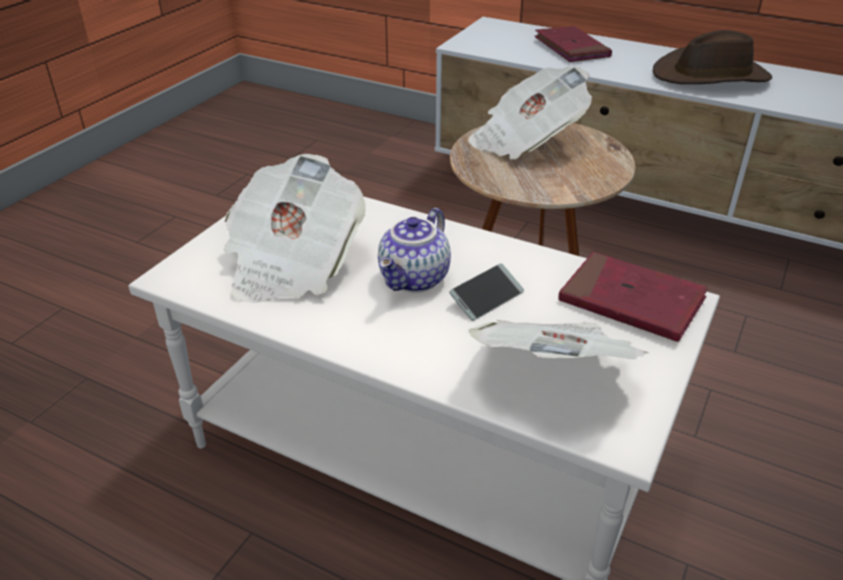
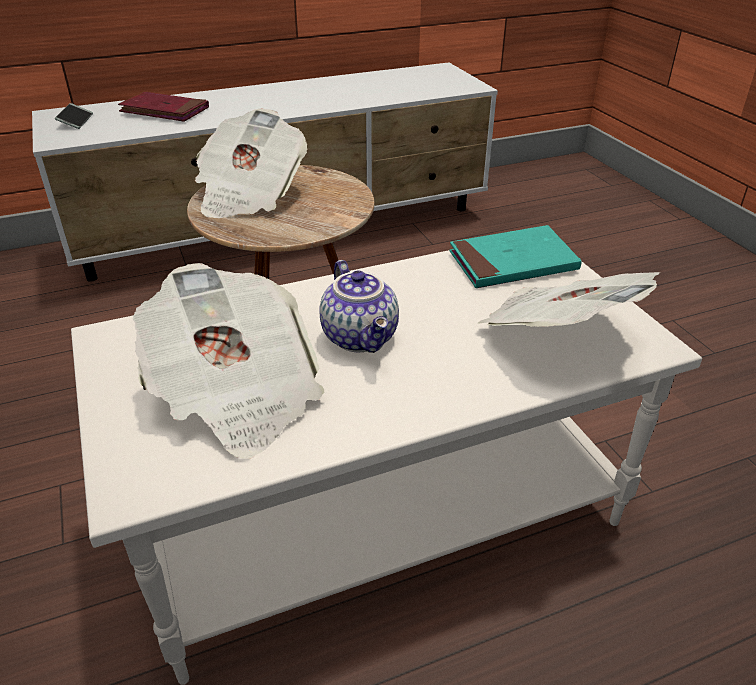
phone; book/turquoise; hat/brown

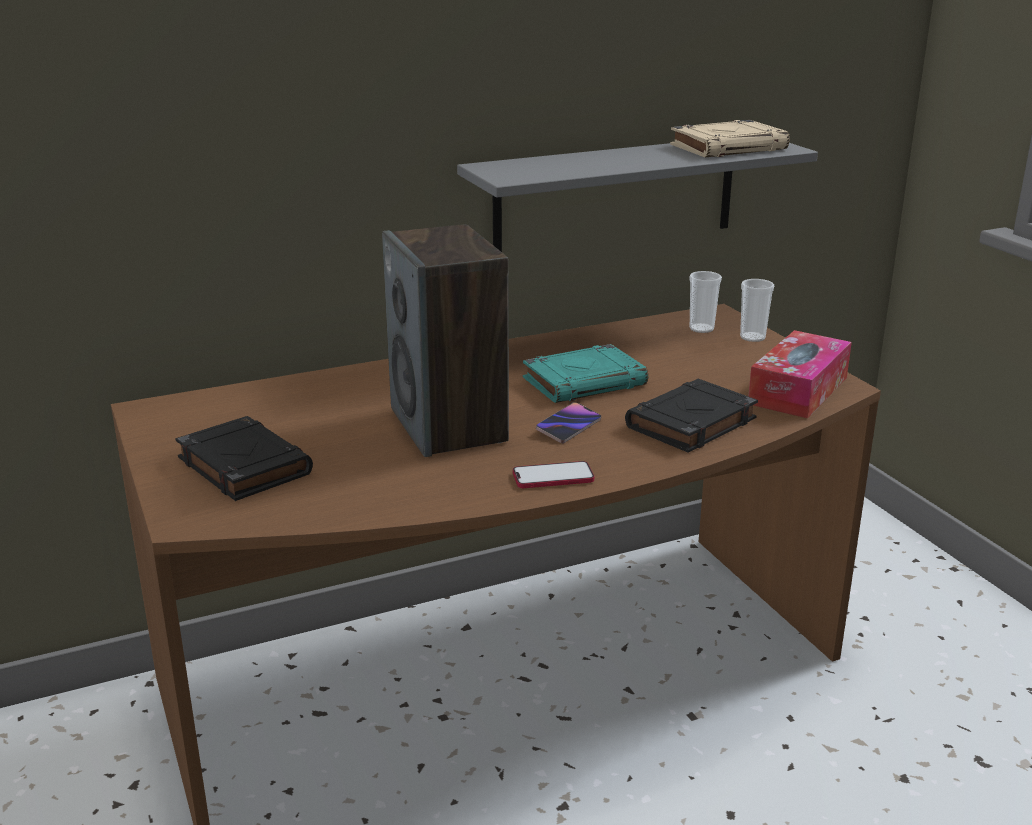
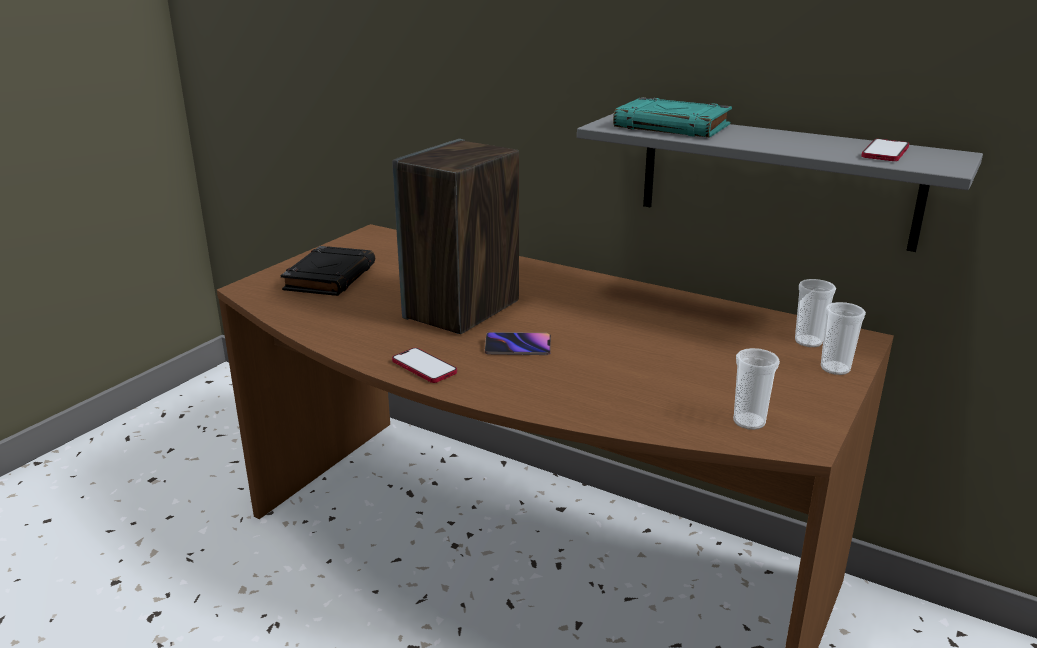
book/turquoise; cup (1st from left); phone (3rd from left); book/black (2nd from left in the first image)

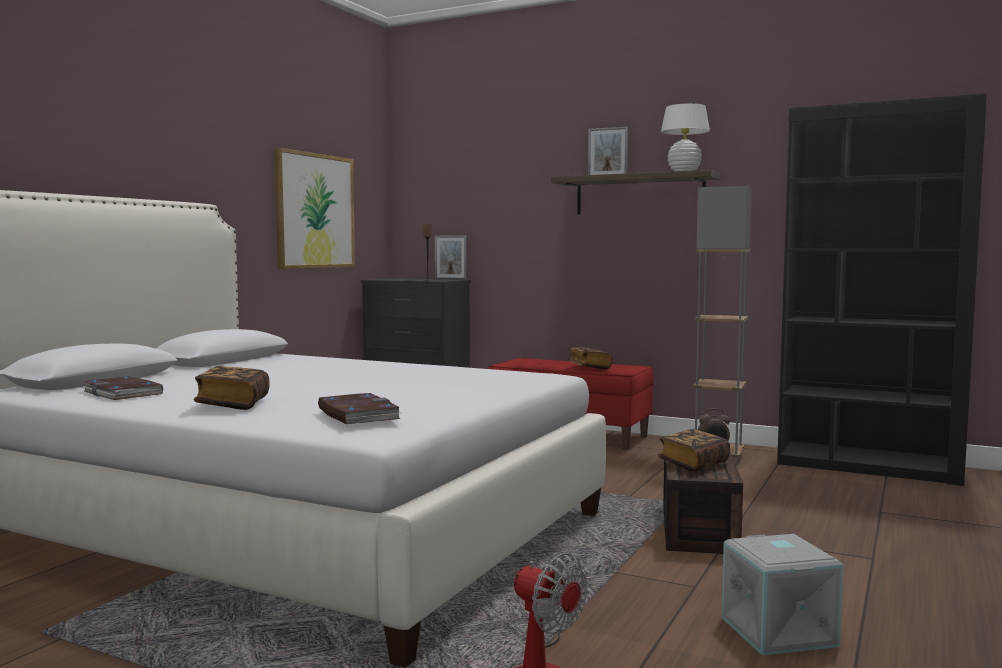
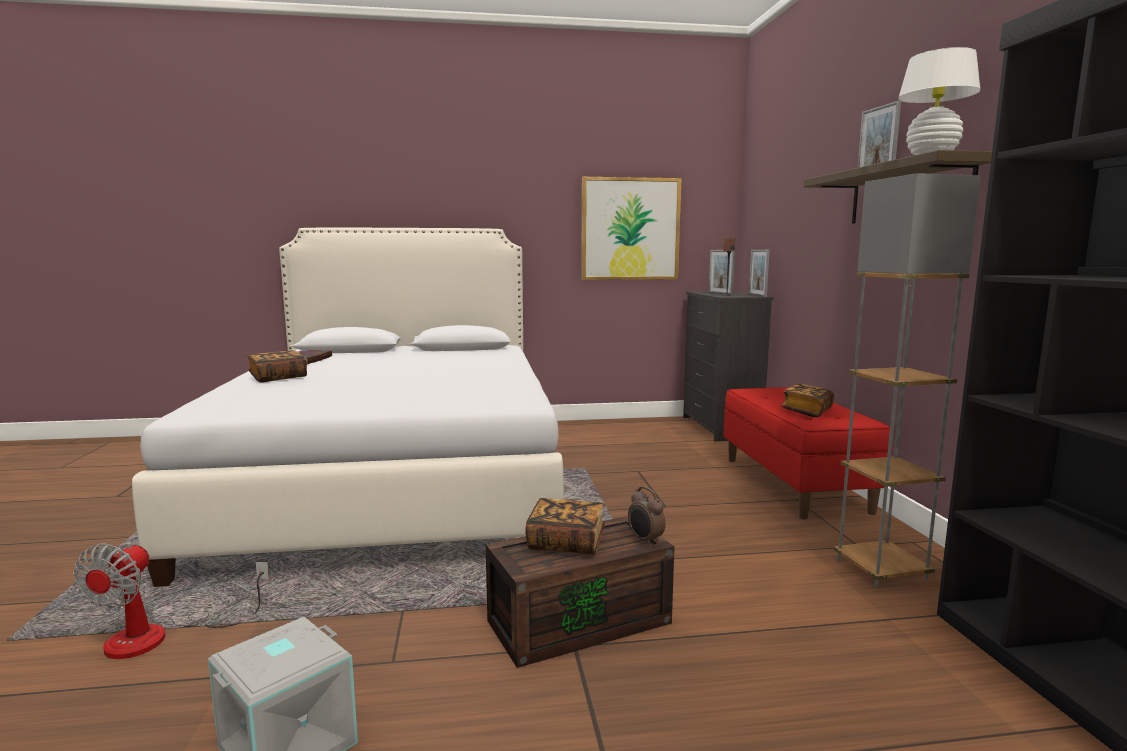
picture frame (1st from left); book (3rd from left in the first image)

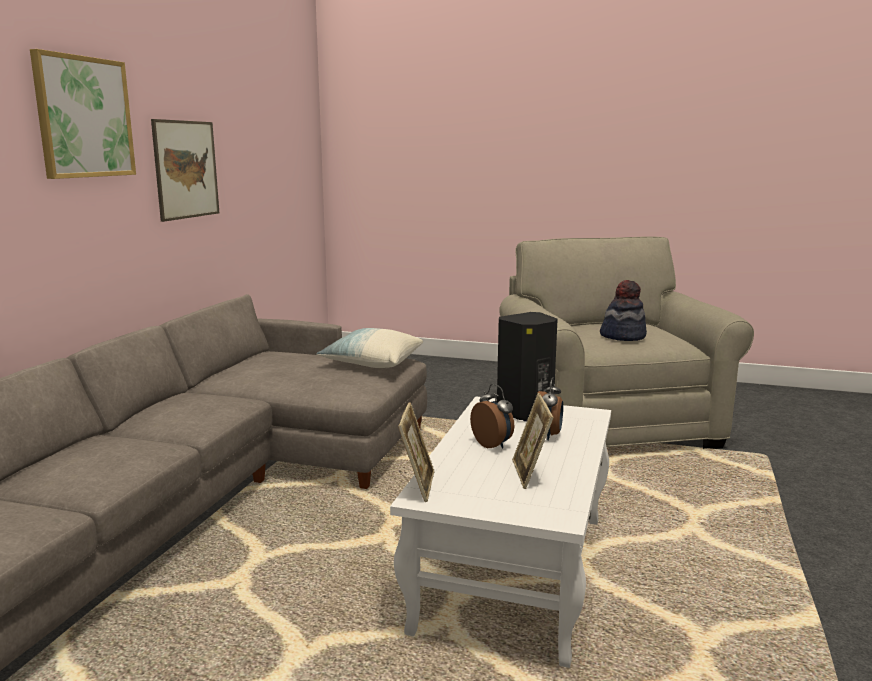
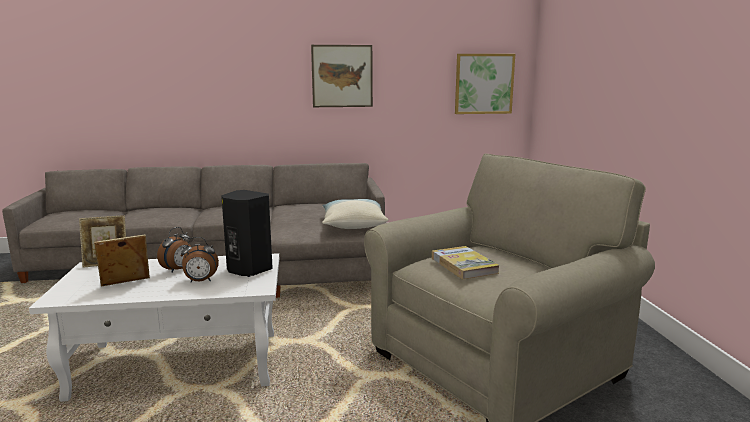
book; picture (2nd from left)

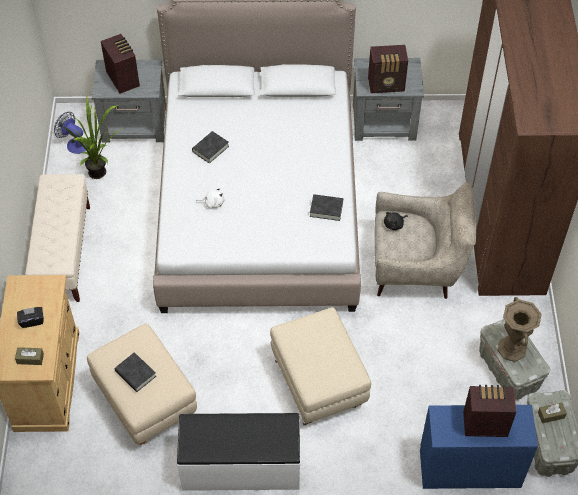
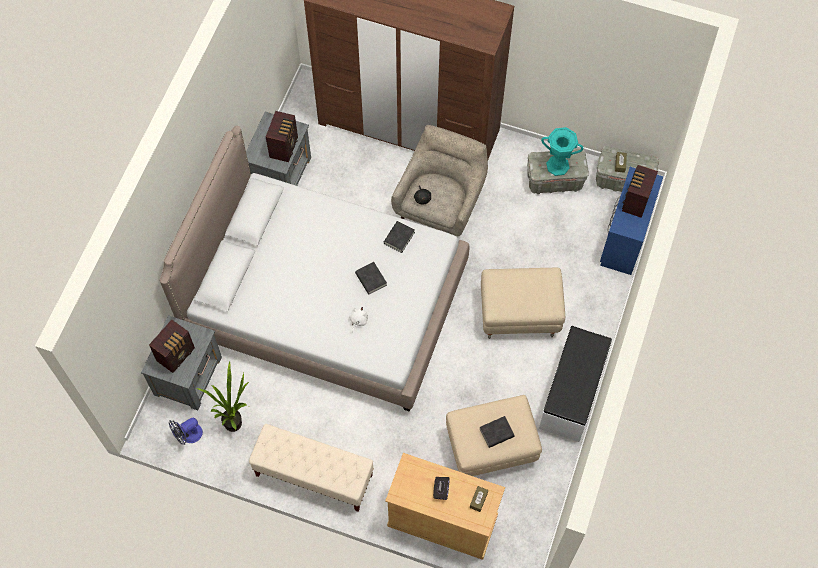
radio (1st from left); book/black (1st from left); vase/turquoise

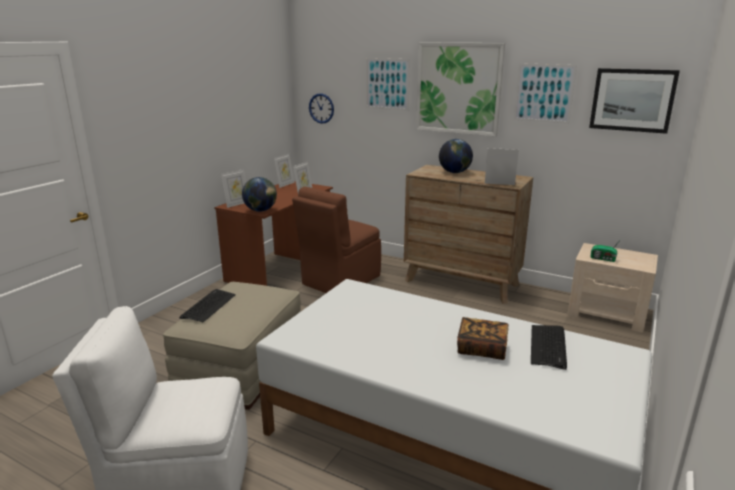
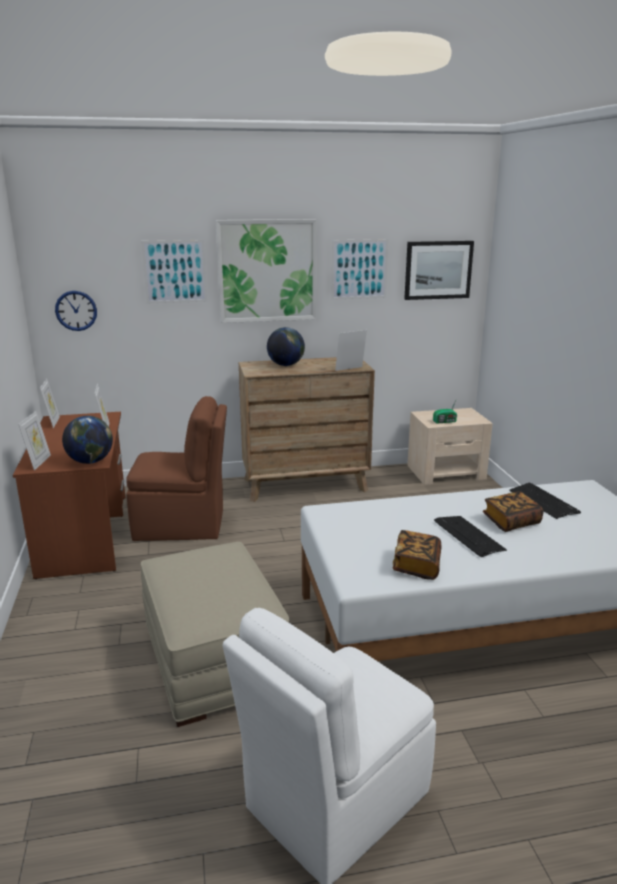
chair/brown; book (1st from left); keyboard (1st from left)

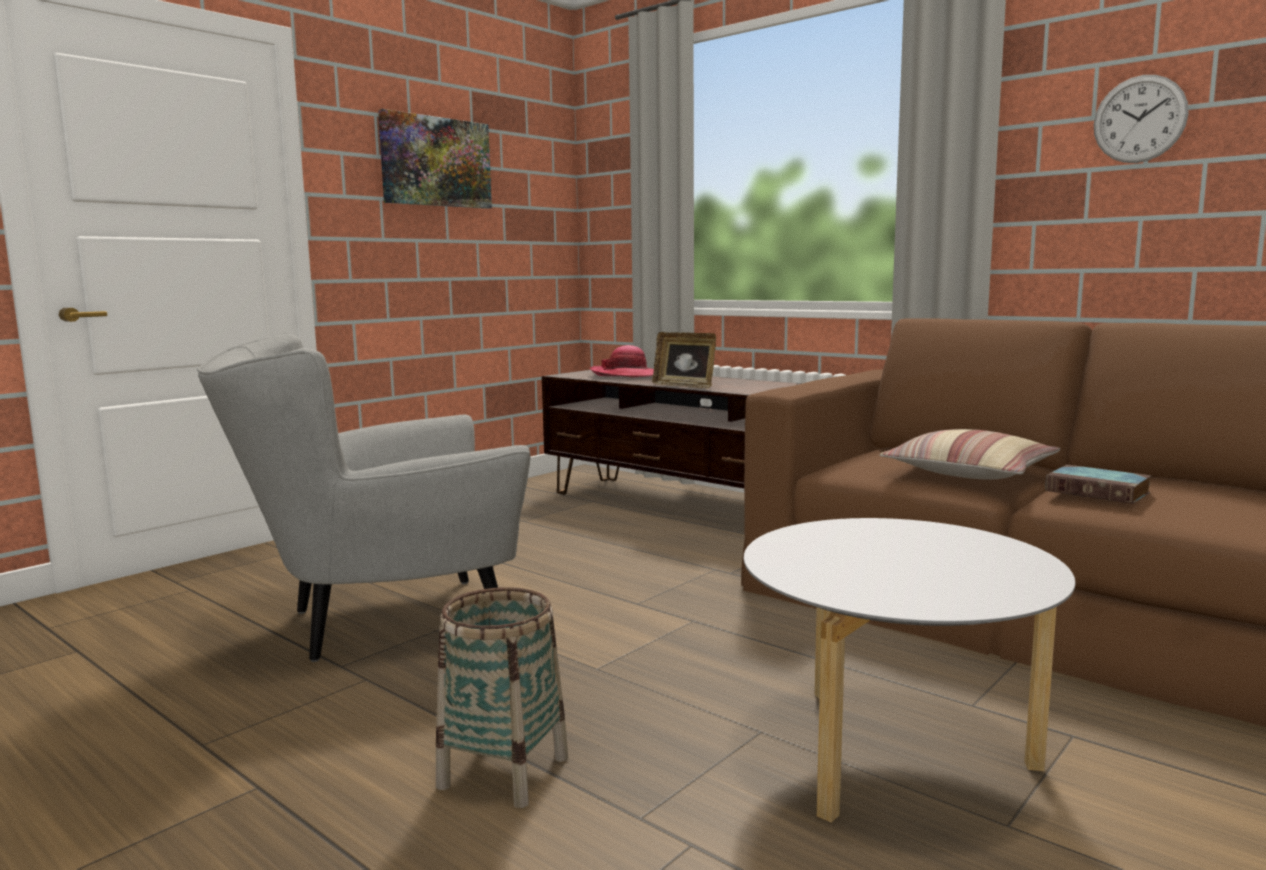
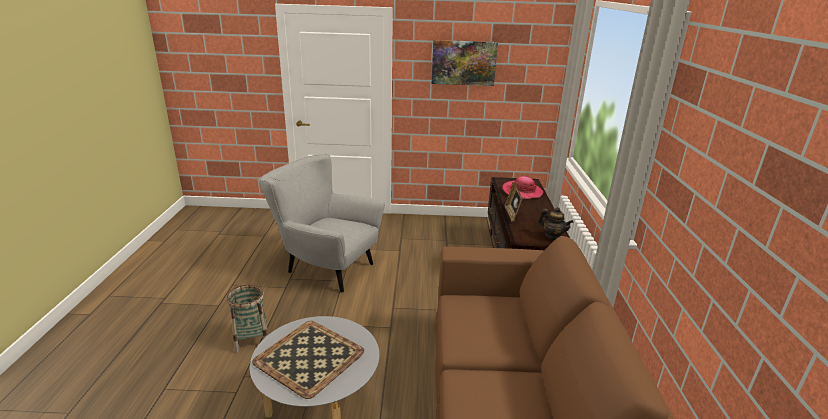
tray; teapot; pillow; book; wall clock

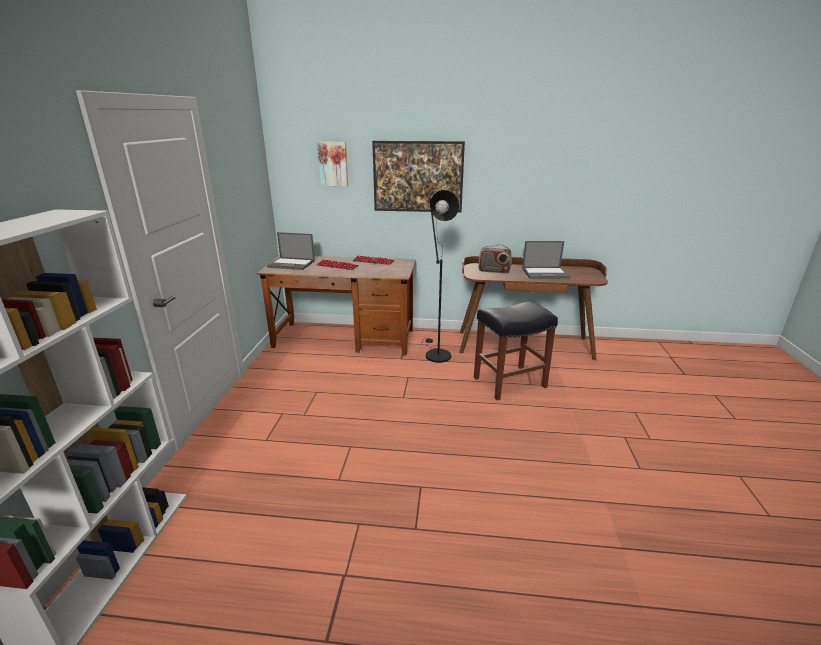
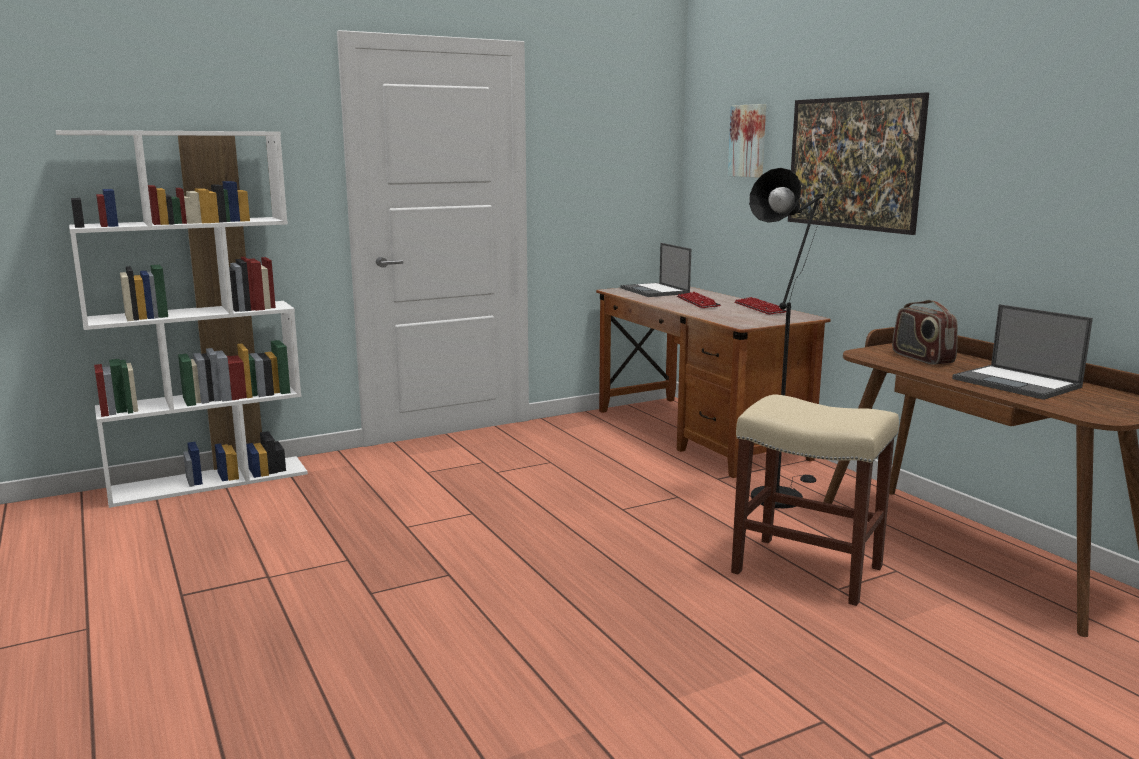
stool/beige

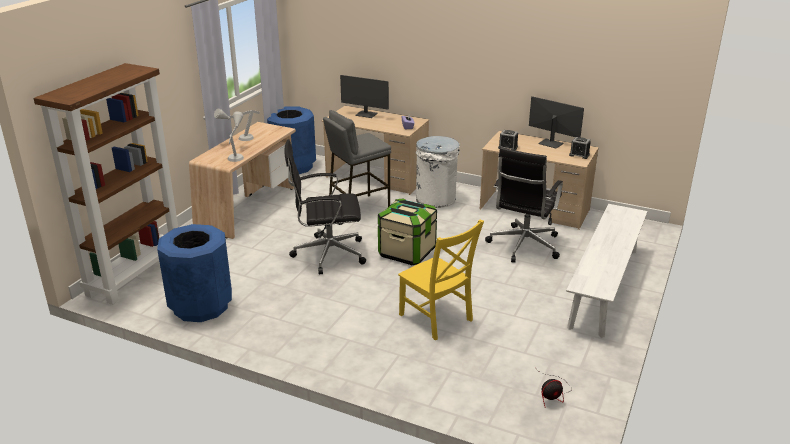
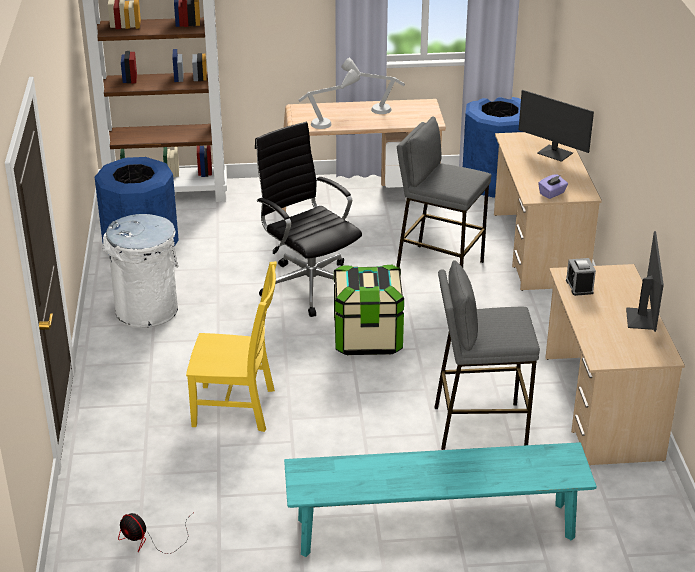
trash can/white; chair/yellow; bench/turquoise; stool/grey (2nd from left); monitor (1st from left); alarm clock (2nd from left in the first image)

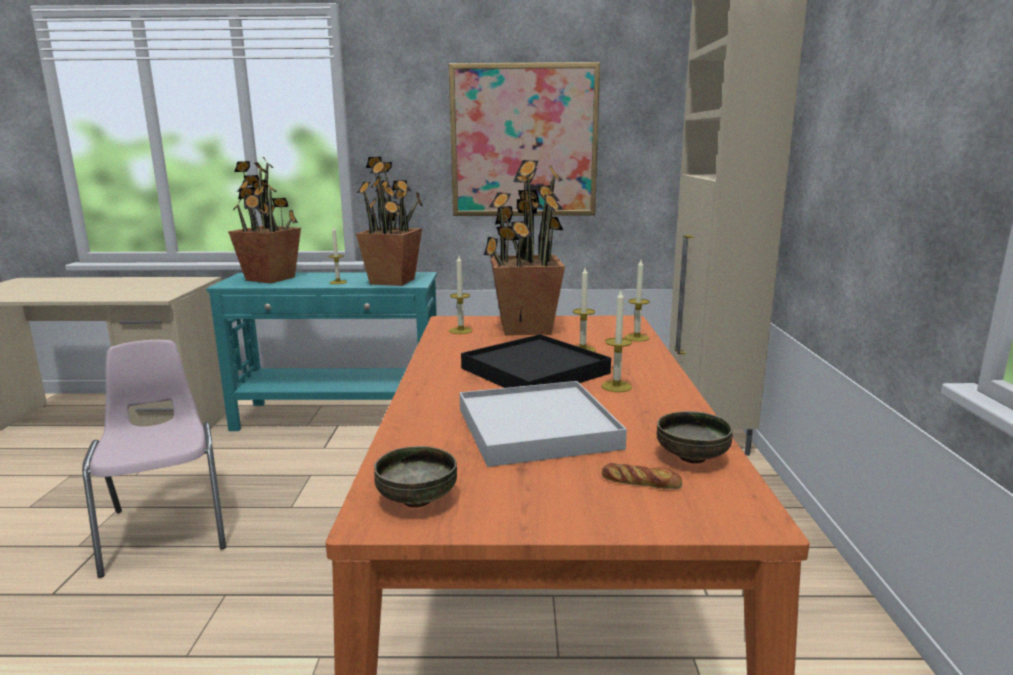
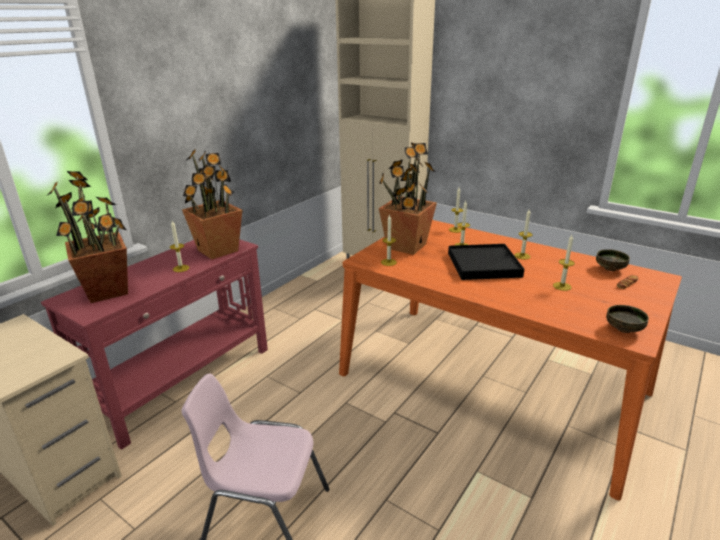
console table/red; candle (6th from left); picture

